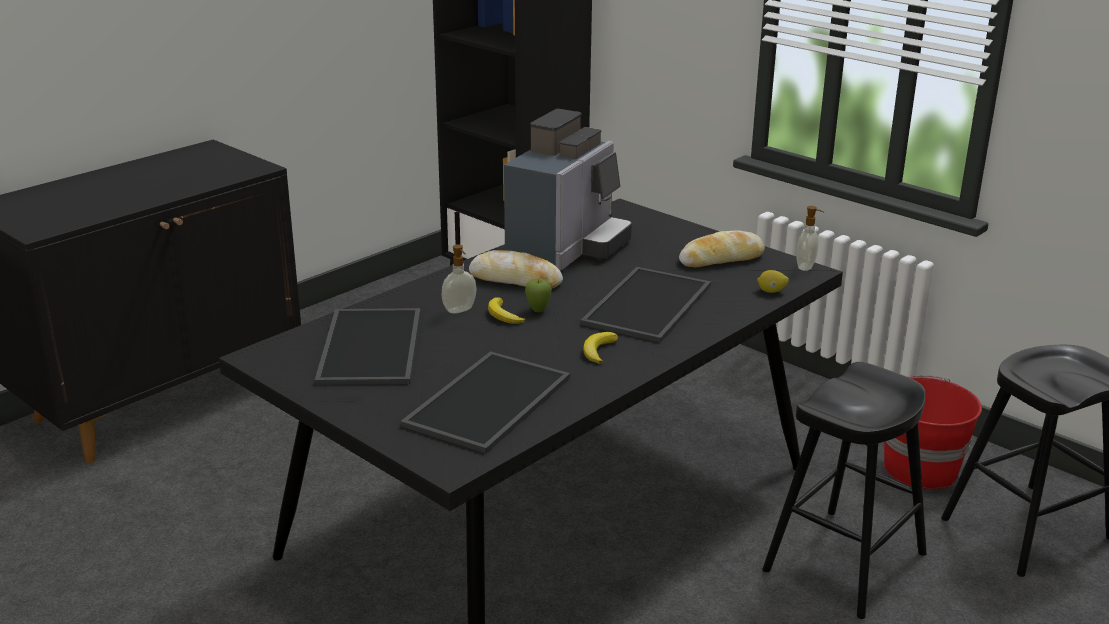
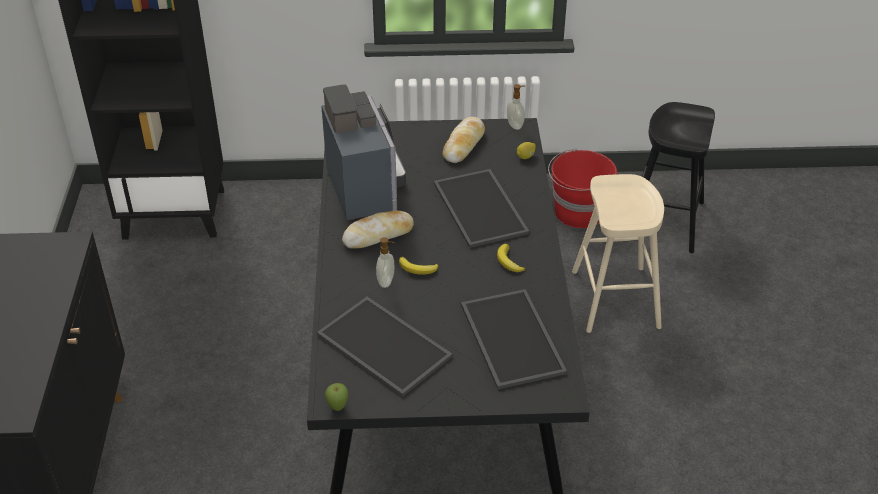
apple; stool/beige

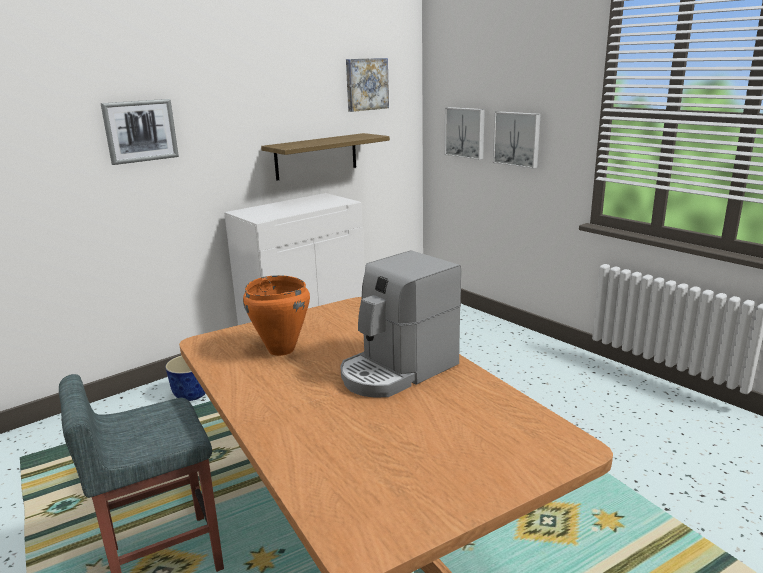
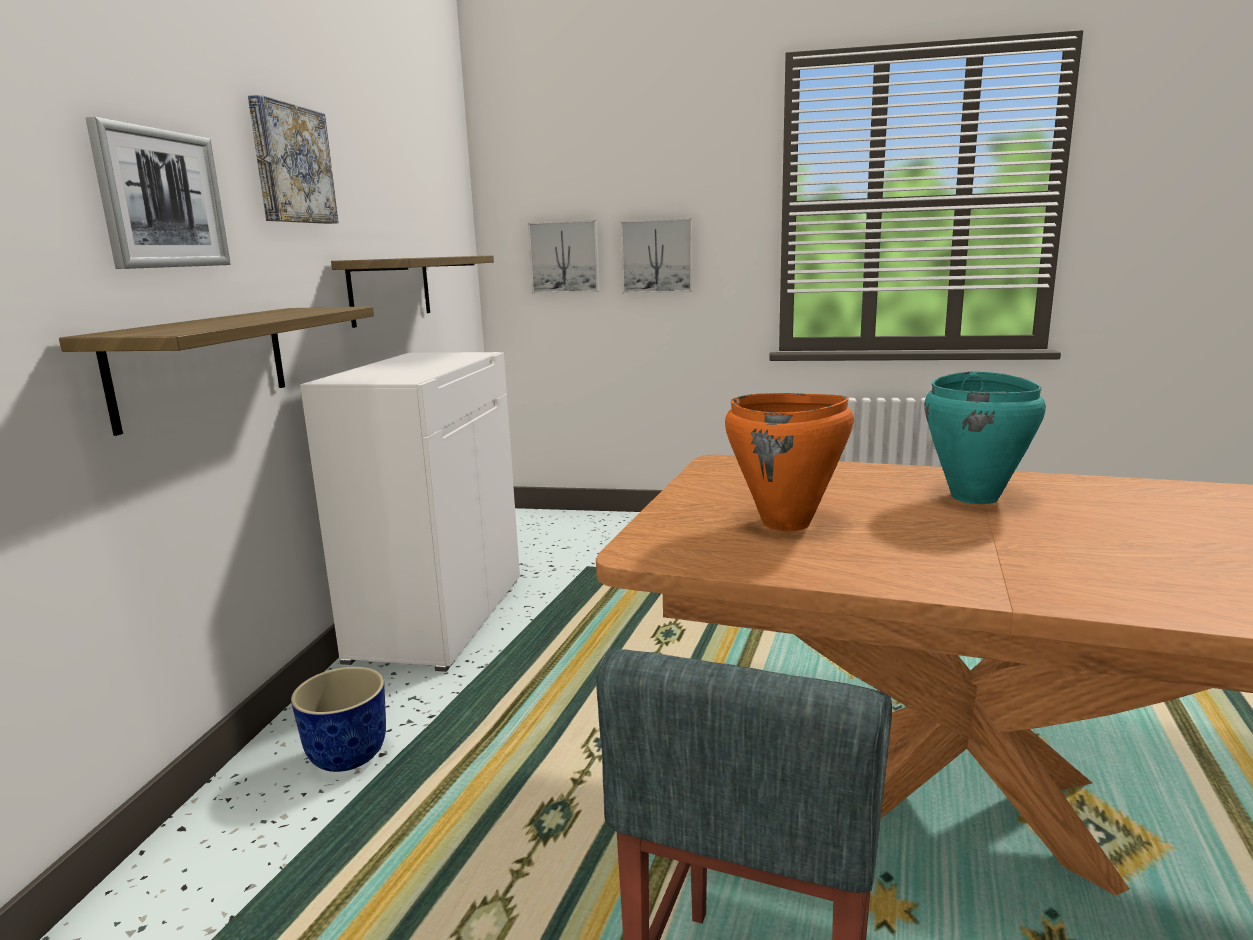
shelf (1st from left); picture (2nd from left); cooking pot/turquoise

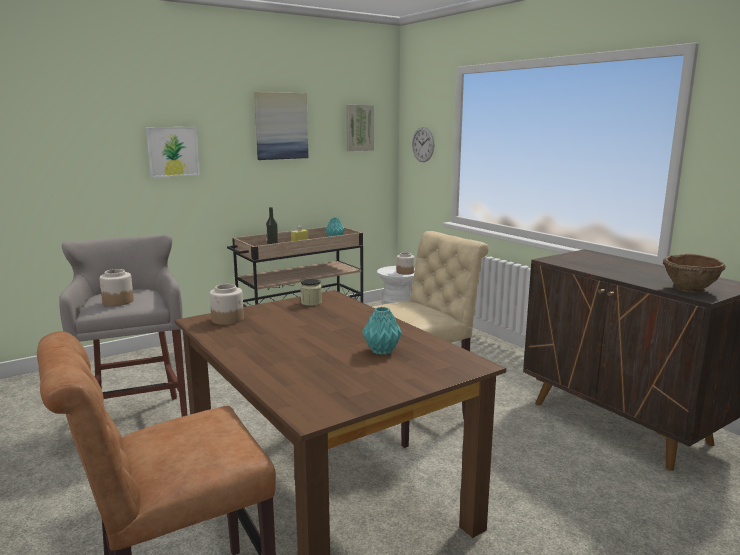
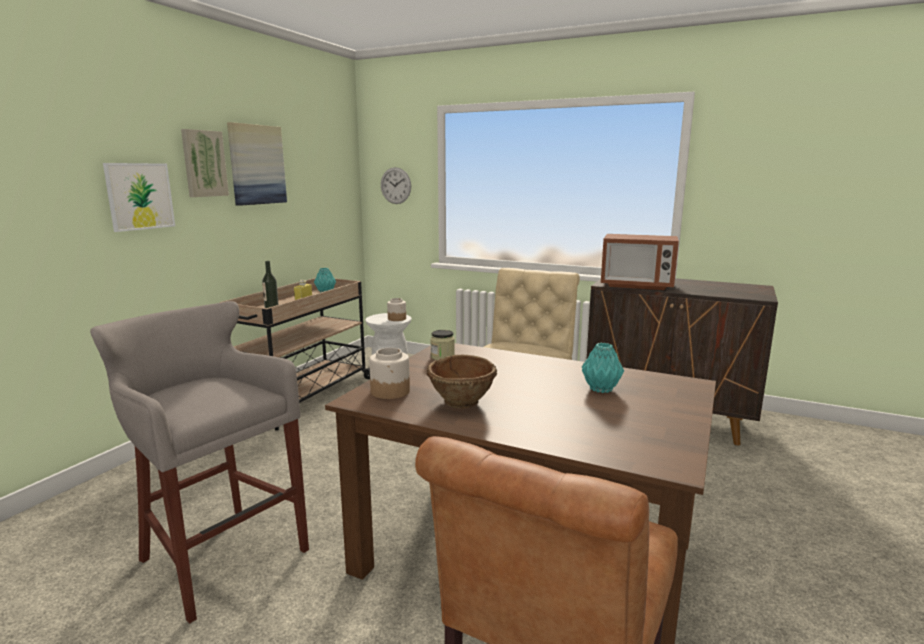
picture (2nd from left); bowl/brown; microwave; jar (1st from left in the first image)

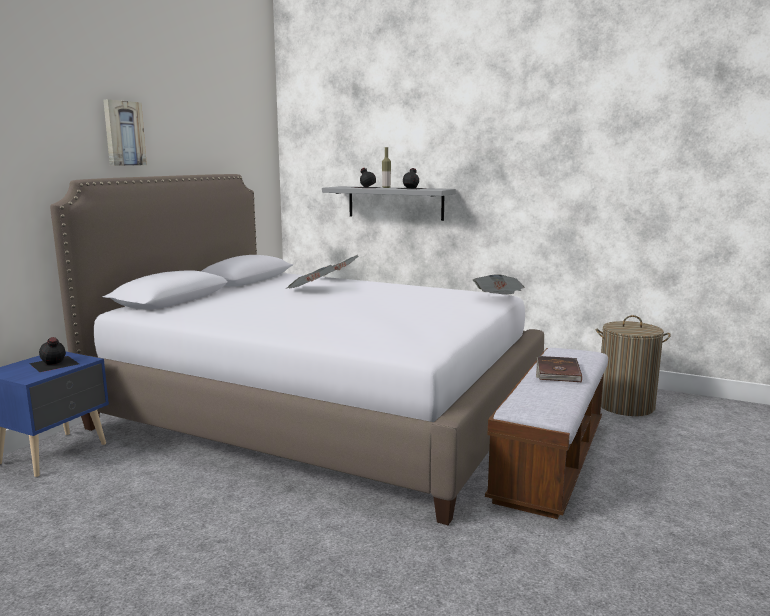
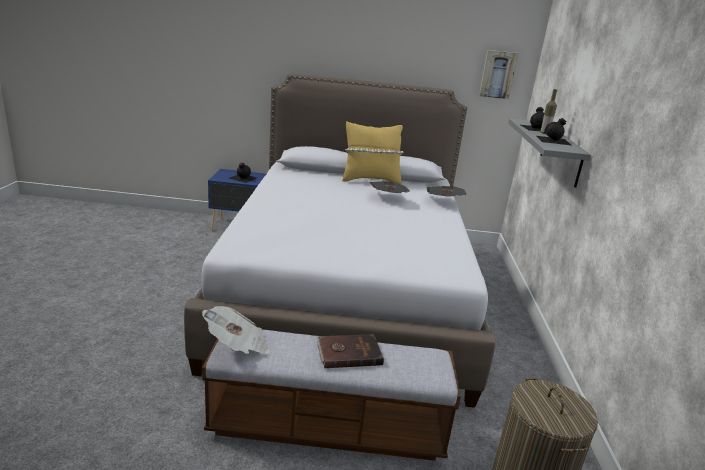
newspaper (1st from left); pillow/yellow; picture

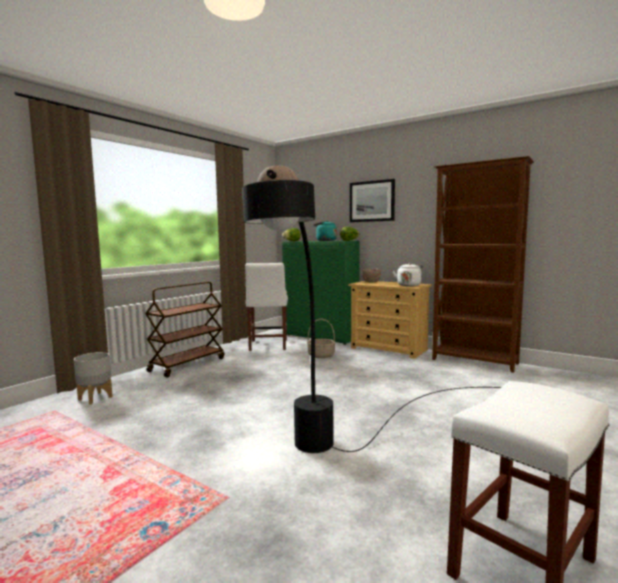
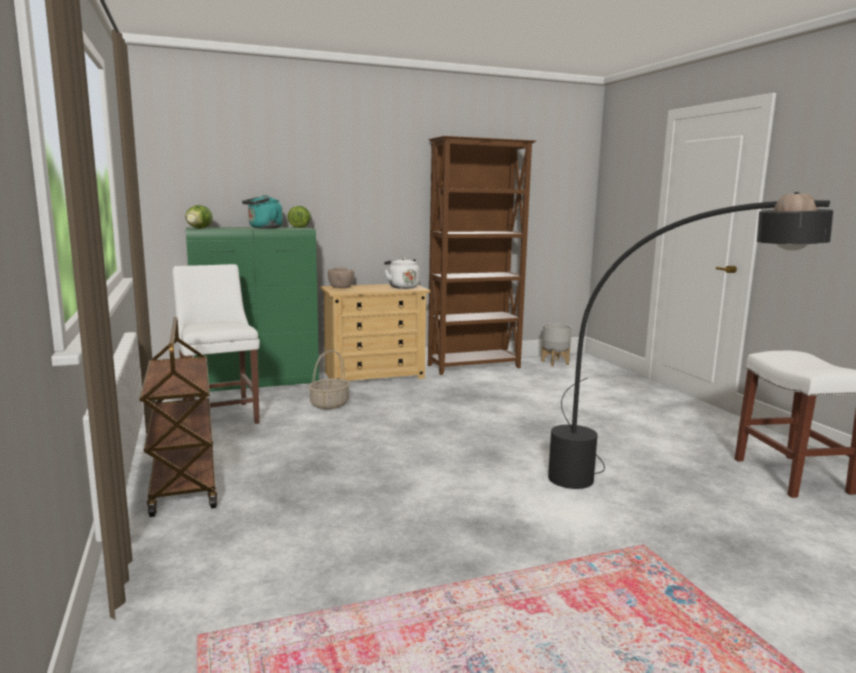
chair/white; planter/grey; picture

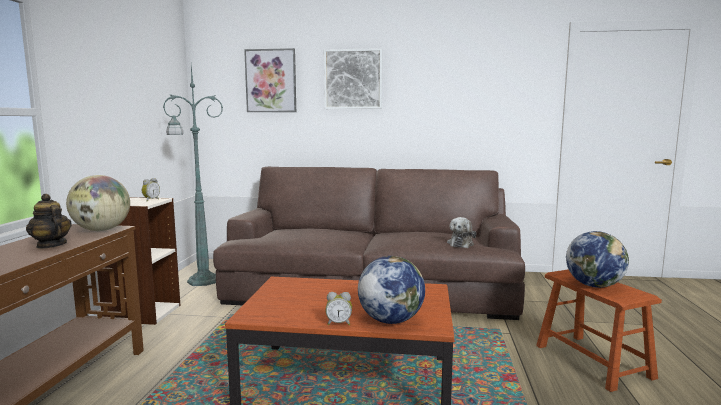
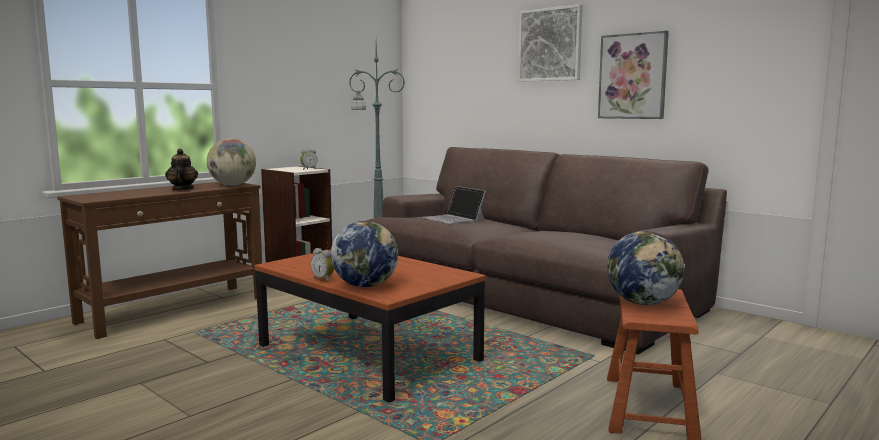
laptop; picture (2nd from left); plush toy

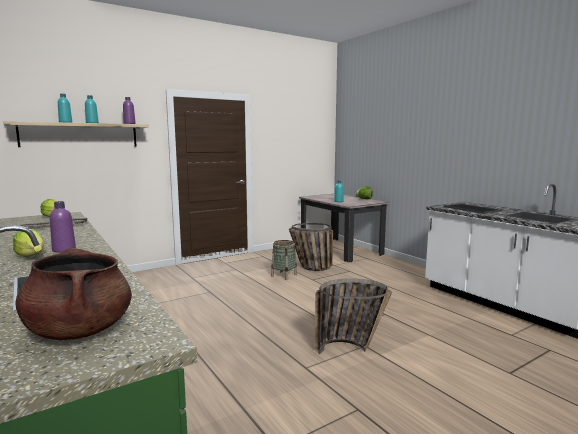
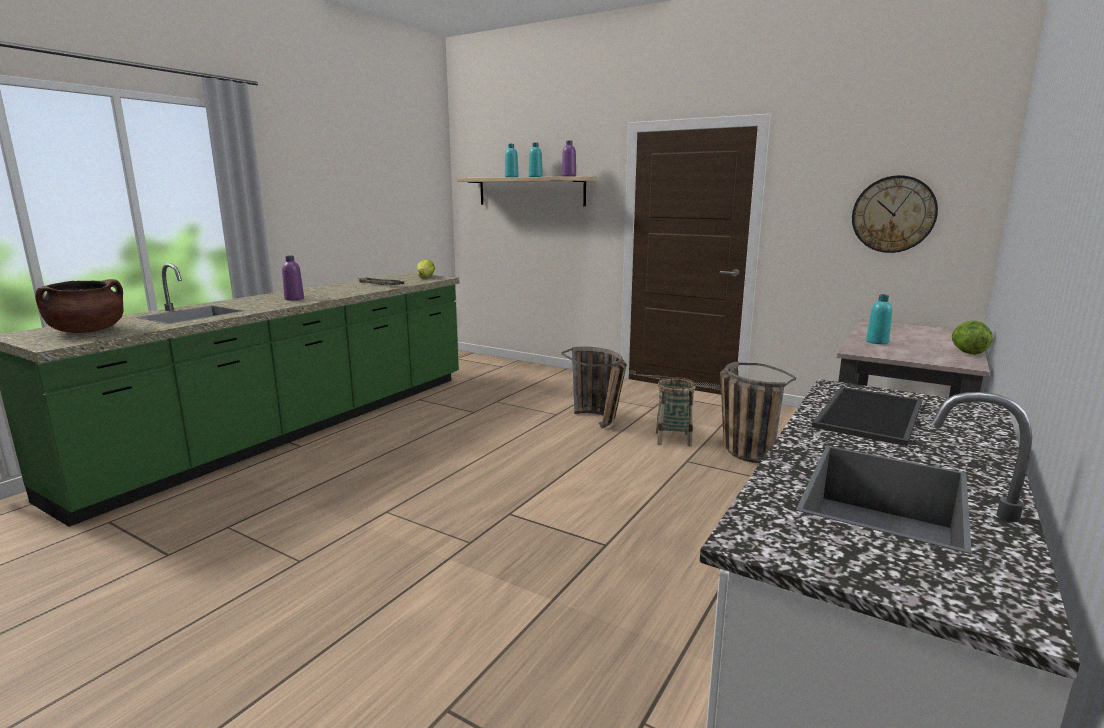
basket (1st from left); wall clock; lettuce (1st from left in the first image)

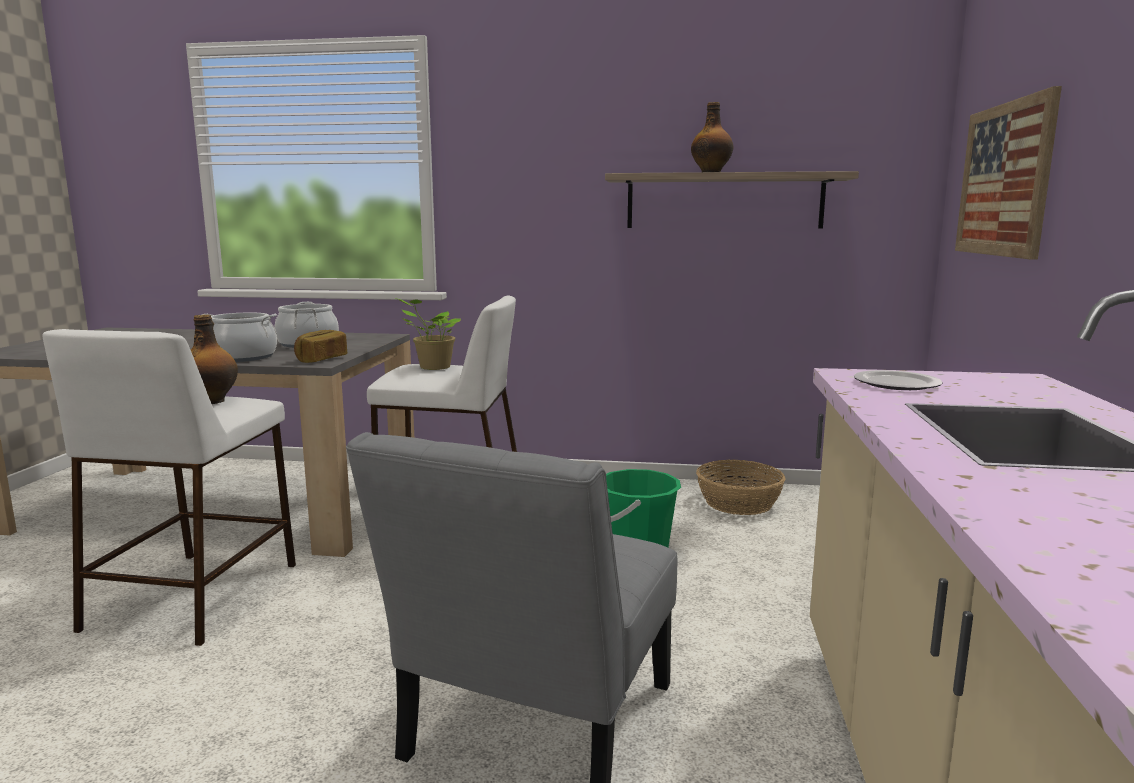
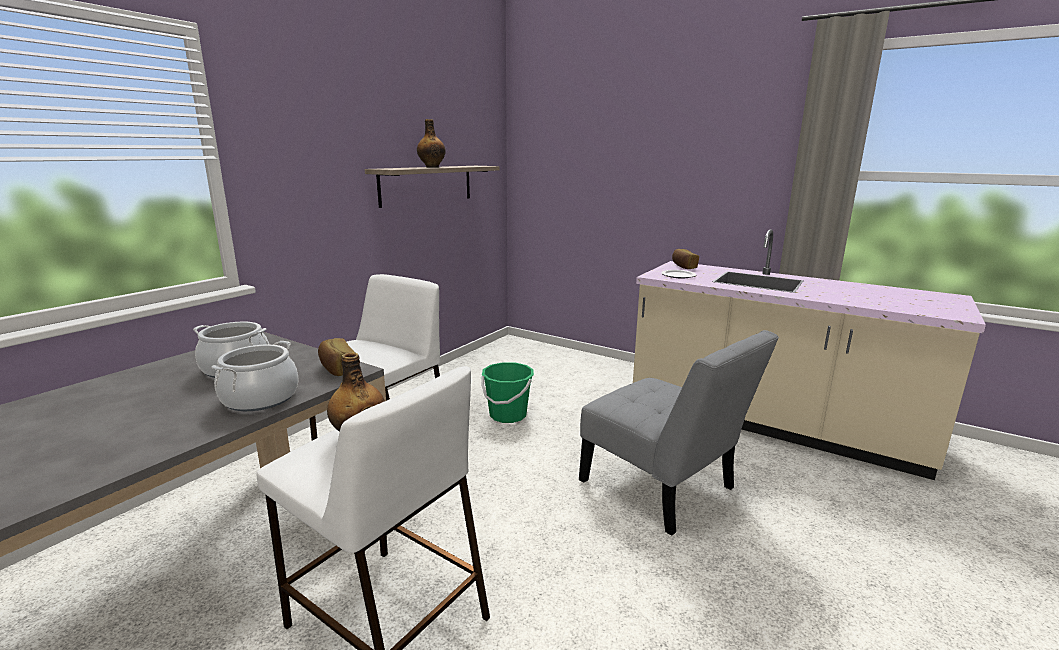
bread (2nd from left); potted plant; basket; picture

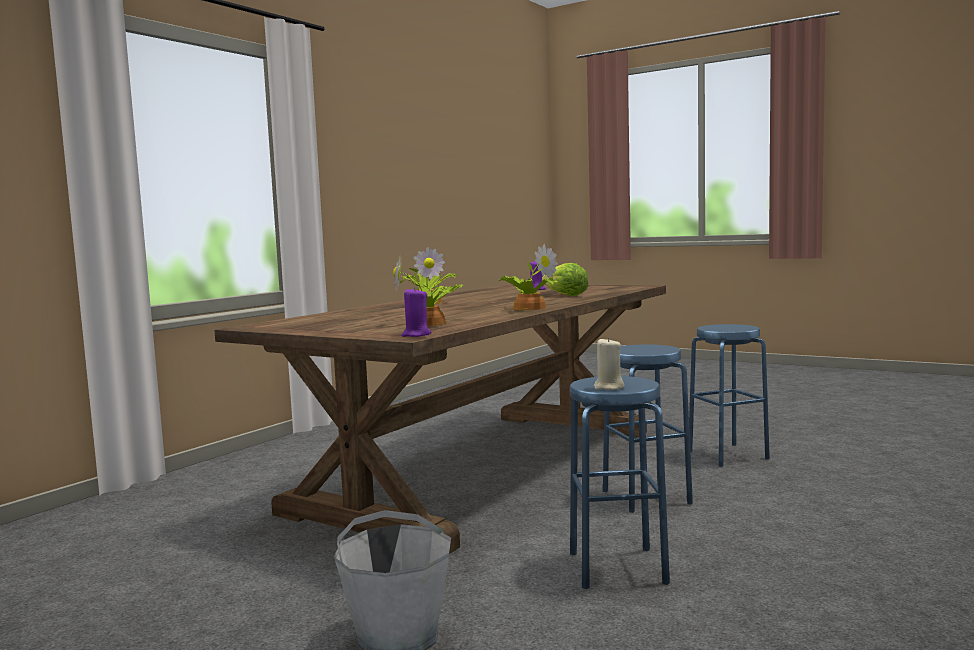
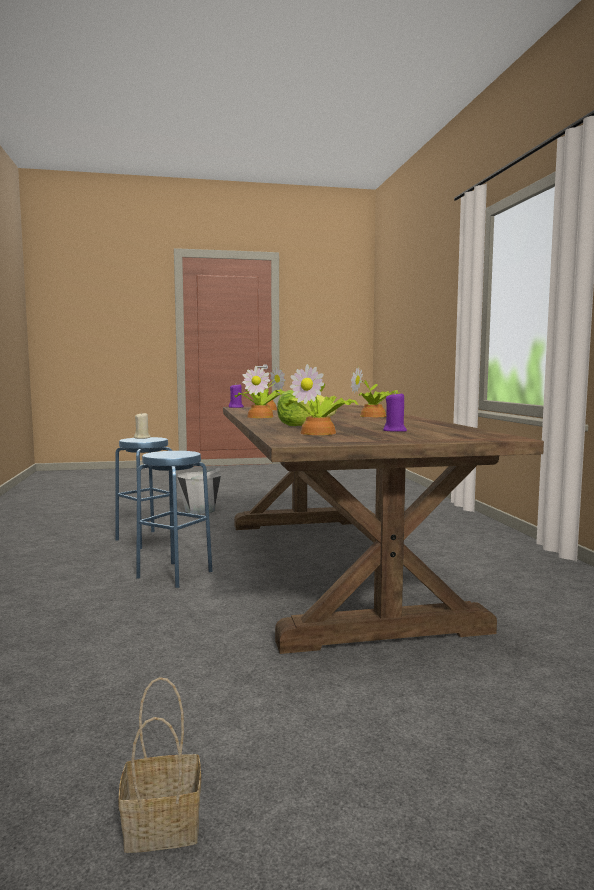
basket; potted plant (3rd from left); stool/blue (3rd from left in the first image)

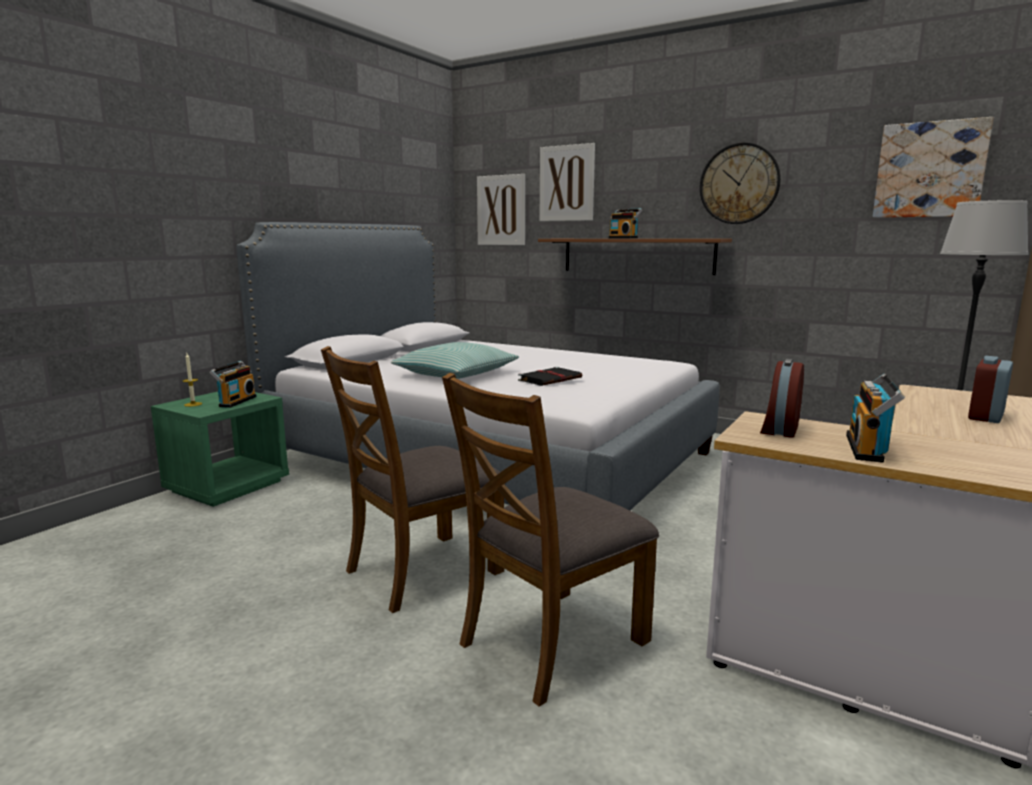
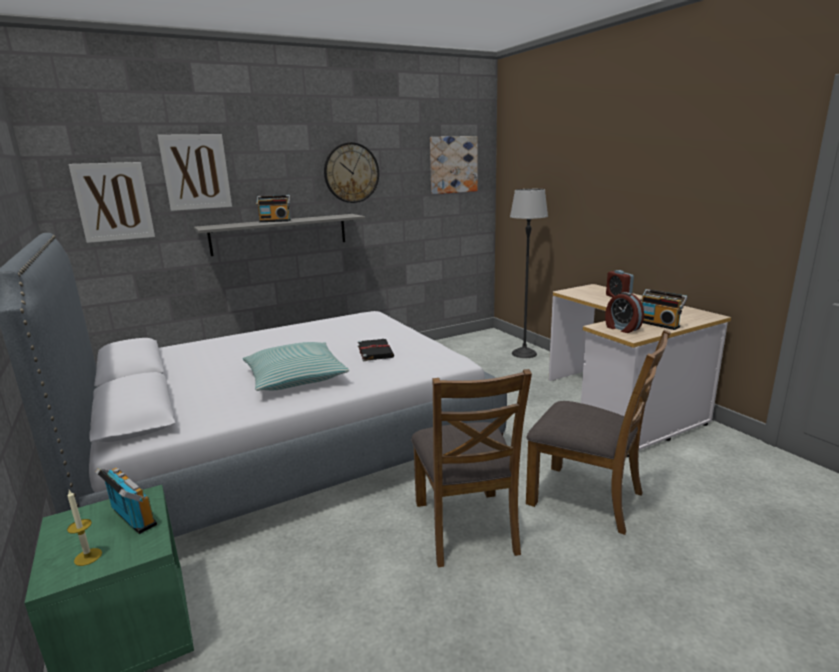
shelf/grey; chair/brown (2nd from left)

